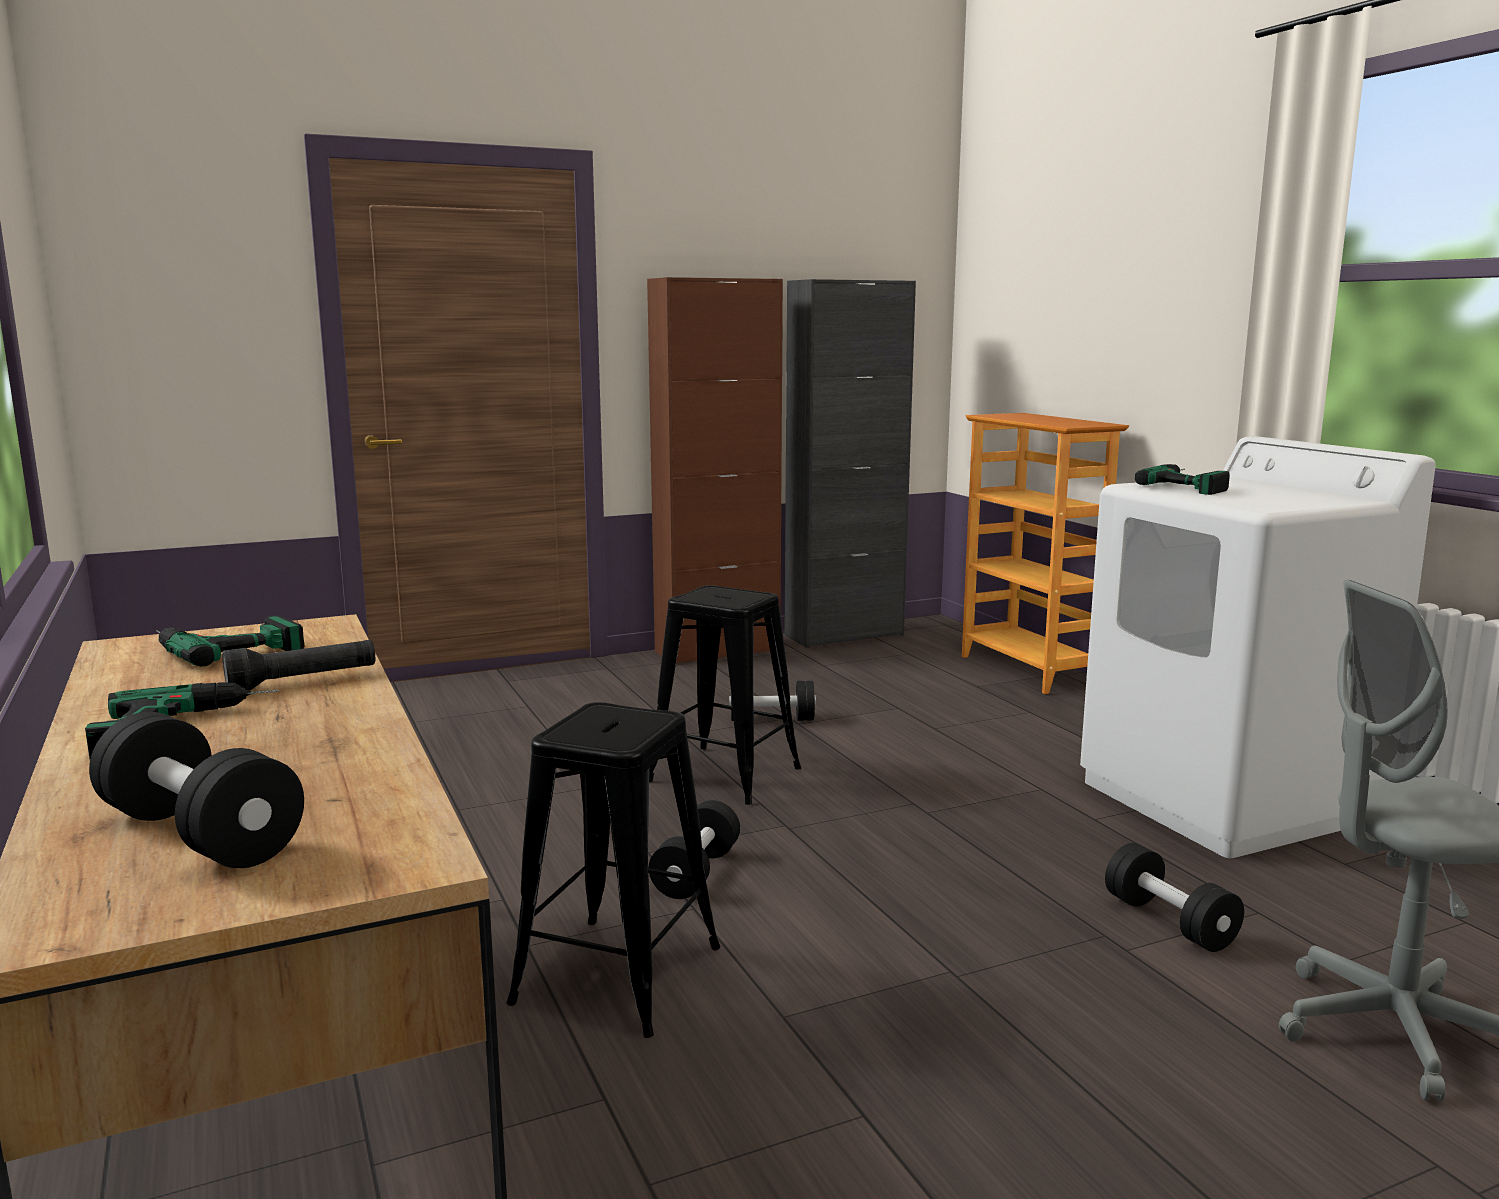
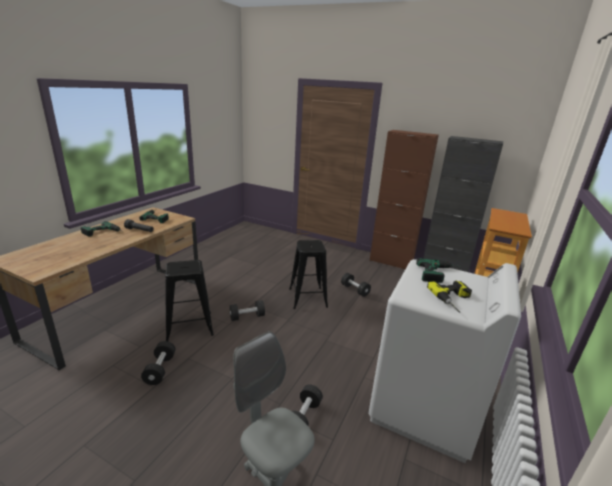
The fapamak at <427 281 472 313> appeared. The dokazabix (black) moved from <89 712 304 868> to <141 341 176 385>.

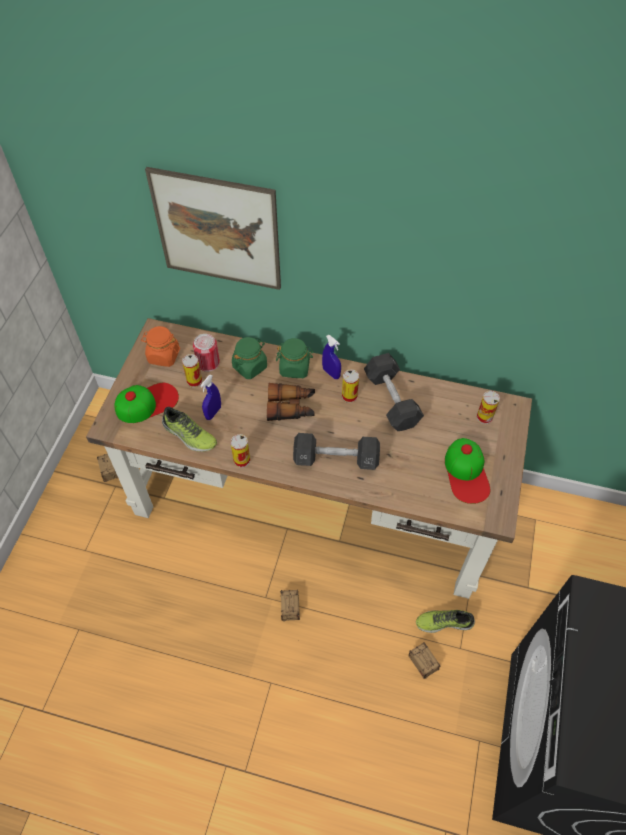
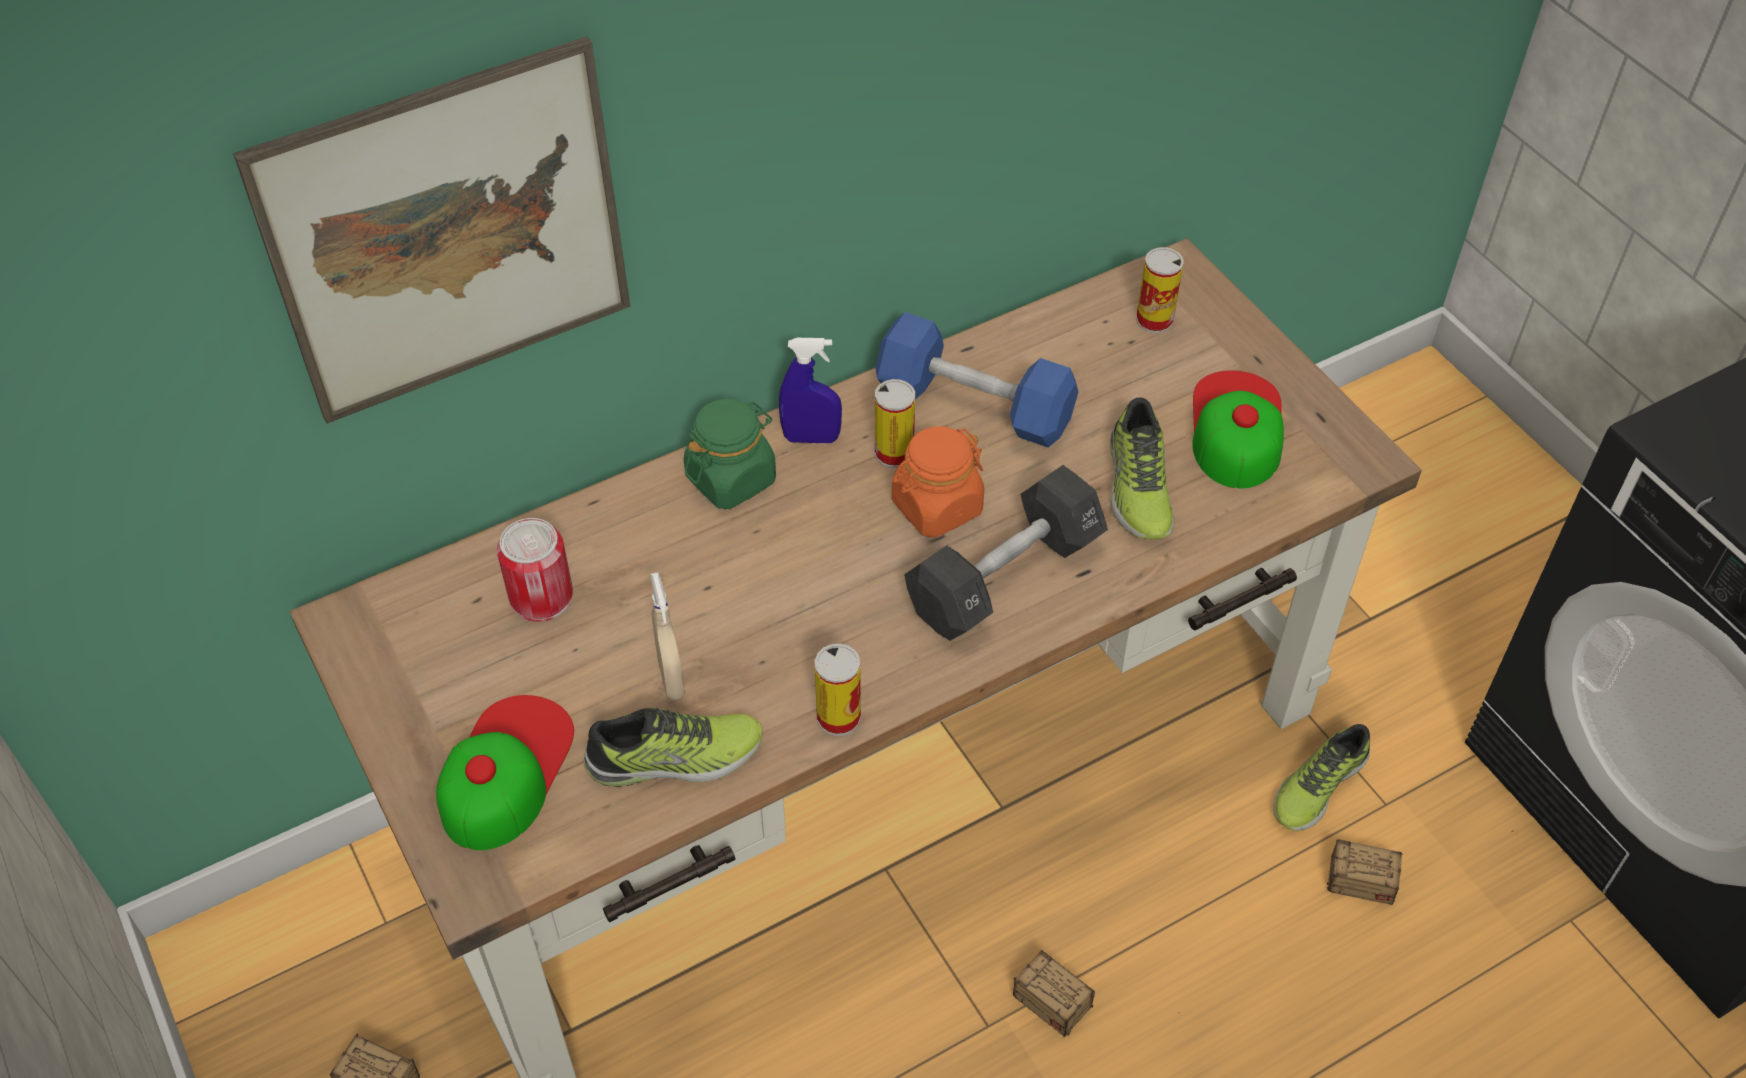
The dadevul at <182 354 202 388> disappeared. The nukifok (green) at <232 337 267 379> disappeared. The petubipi at <267 383 315 421> disappeared. The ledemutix at <1110 398 1174 539> appeared. The nukifok (orange) moved from <141 326 180 367> to <892 426 984 538>. The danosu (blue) at <200 374 221 420> became the danosu (beige) at <650 572 685 701>. The dokazabix (black) at <364 353 424 431> became the dokazabix (blue) at <875 312 1078 447>. The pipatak at <445 438 490 504> turned 120 degrees counterclockwise.

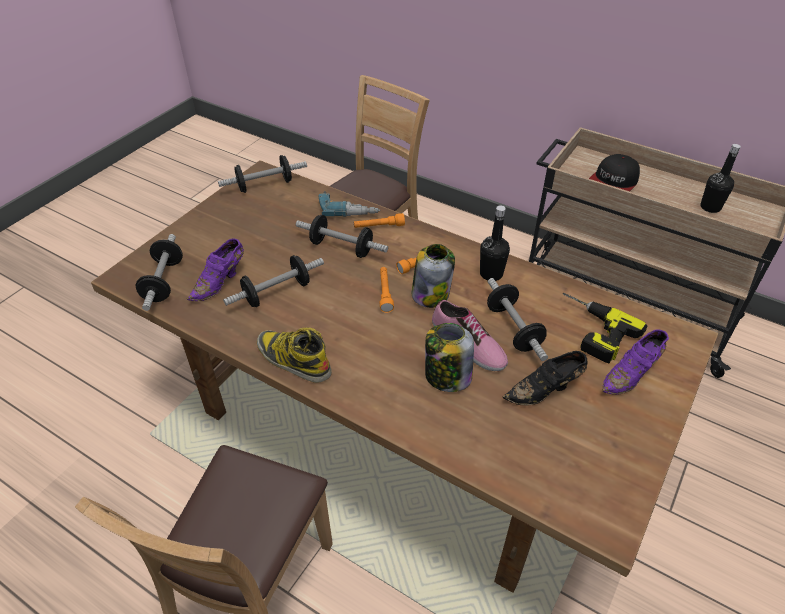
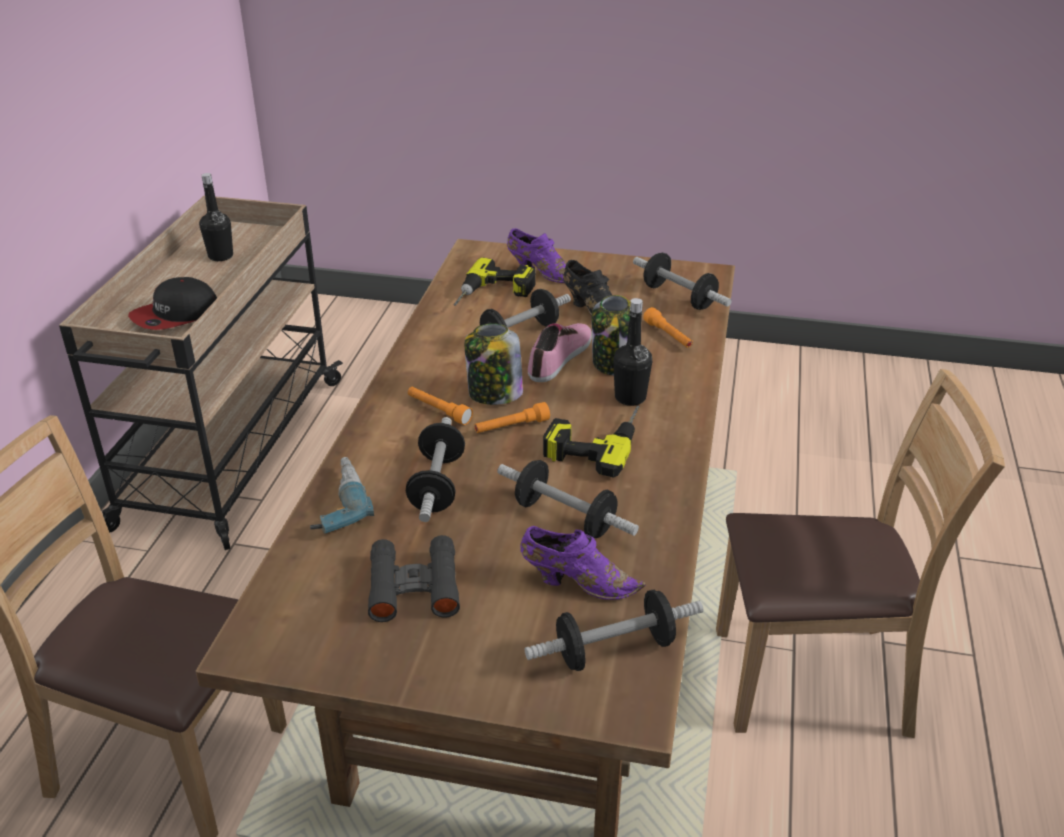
The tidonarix at <257 328 332 383> disappeared. The petubipi (black) at <368 535 460 622> appeared. The fapamak at <543 405 639 478> appeared. The dokazabix moved from <218 155 307 193> to <633 253 732 310>. The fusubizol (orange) moved from <354 213 405 228> to <643 307 693 348>. The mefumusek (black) moved from <480 205 510 281> to <613 298 652 406>. The pipatak at <589 154 640 191> turned 120 degrees clockwise.

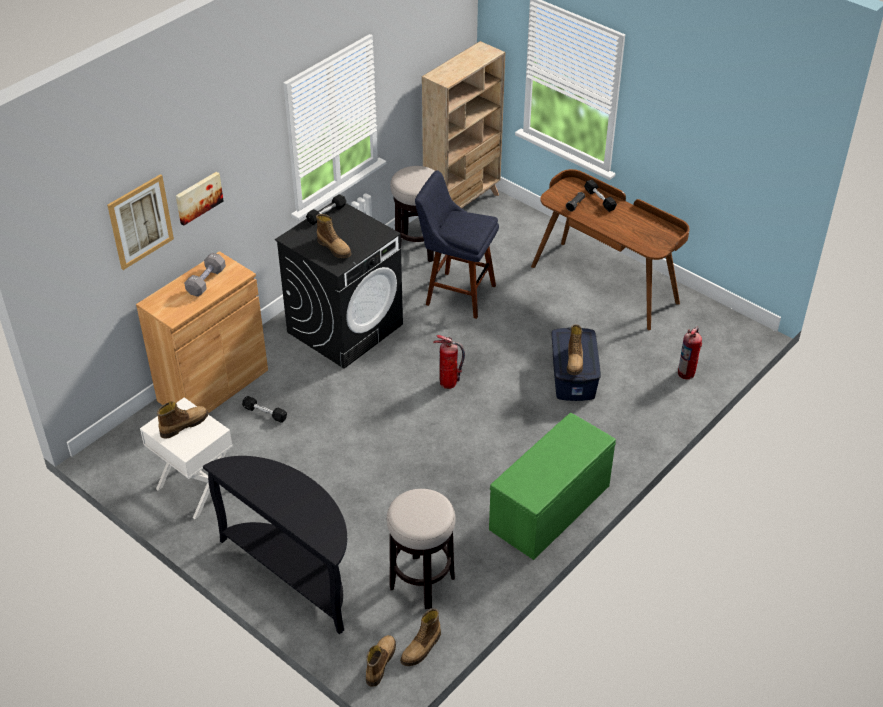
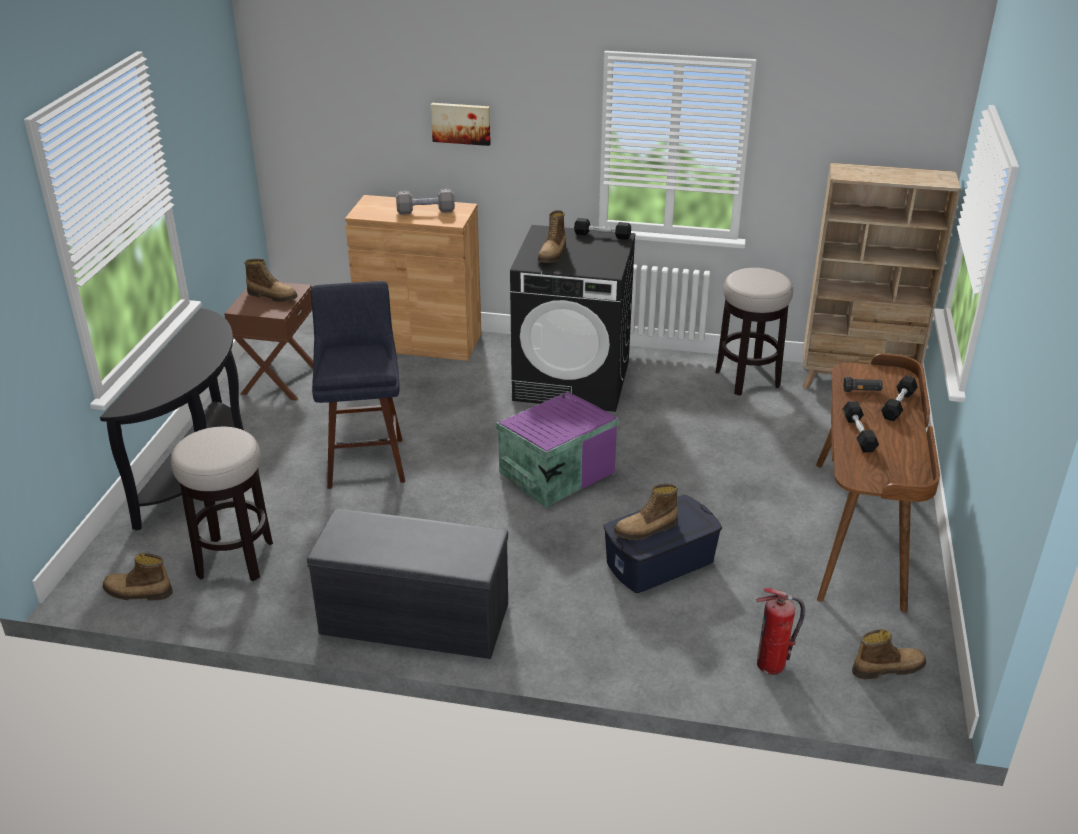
The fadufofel at <107 174 174 270> disappeared. The dokazabix (black) moved from <242 396 287 423> to <842 401 879 452>. The tidonarix moved from <366 635 396 687> to <852 629 926 679>. The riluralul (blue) moved from <415 170 499 319> to <311 281 405 489>. The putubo at <433 335 465 389> was replaced by the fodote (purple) at <496 392 619 508>. The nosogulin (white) at <140 397 232 519> became the nosogulin (brown) at <224 282 314 401>. The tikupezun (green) at <489 413 616 560> became the tikupezun (grey) at <307 508 508 659>.

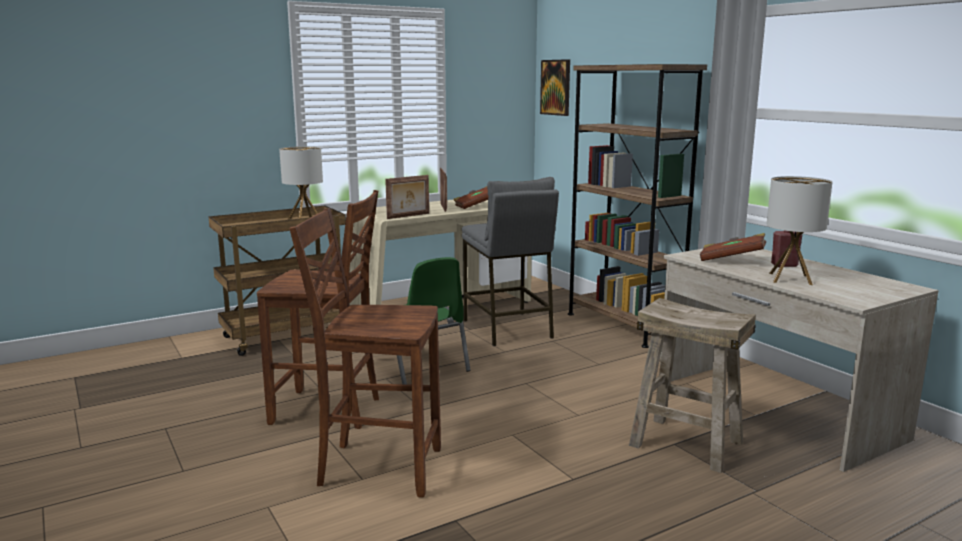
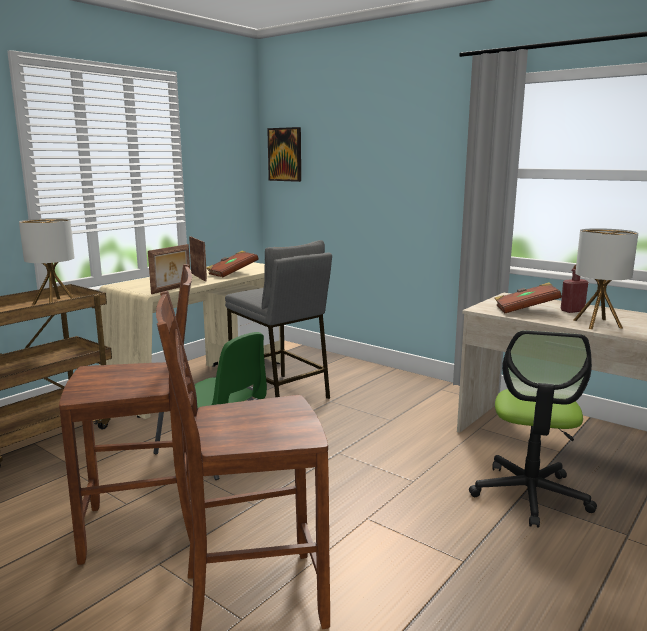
The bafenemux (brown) at <568 64 707 348> disappeared. The riluralul (beige) at <629 298 756 473> was replaced by the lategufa at <469 330 597 528>.

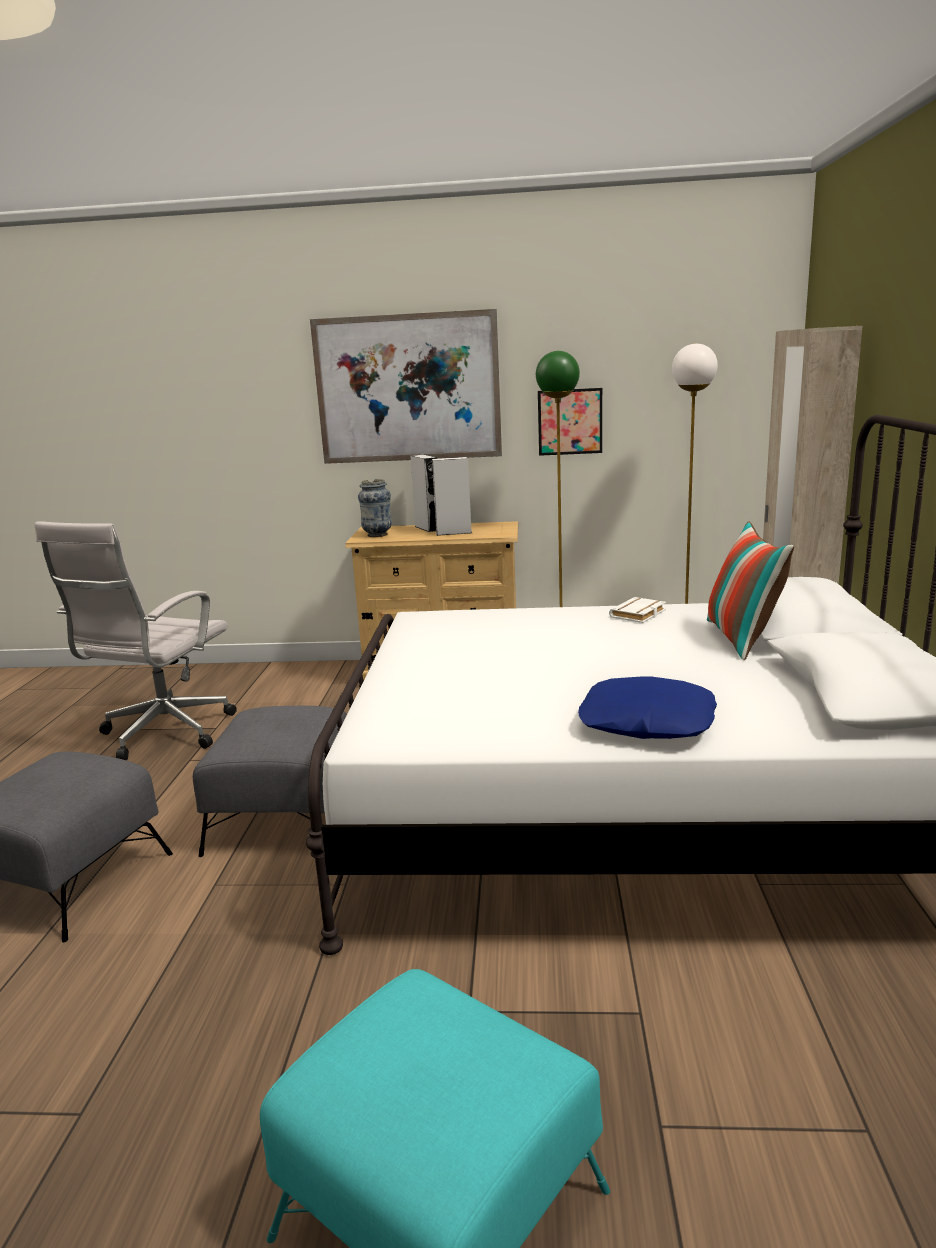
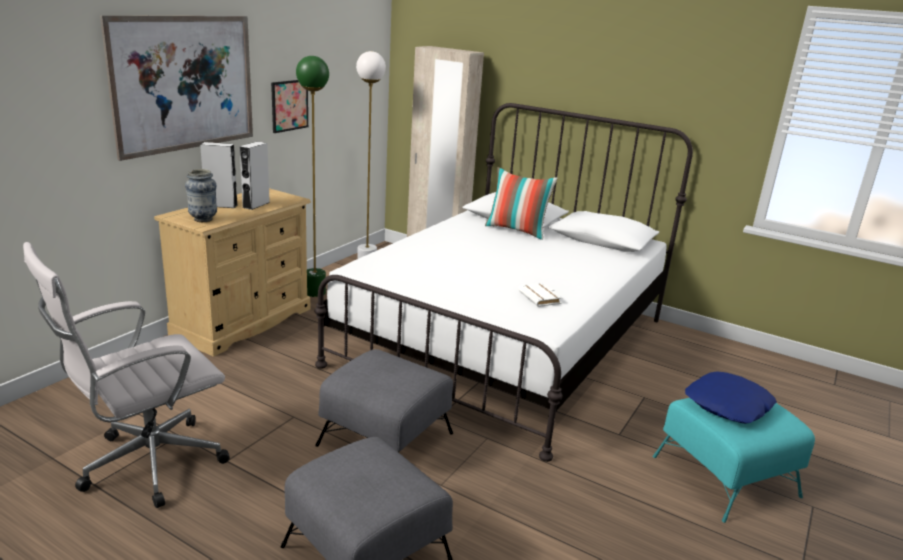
The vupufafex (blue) moved from <578 677 717 739> to <685 371 777 424>. The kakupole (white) moved from <609 597 666 623> to <519 283 562 307>. The lategufa (white) at <35 521 237 761> turned 90 degrees clockwise.

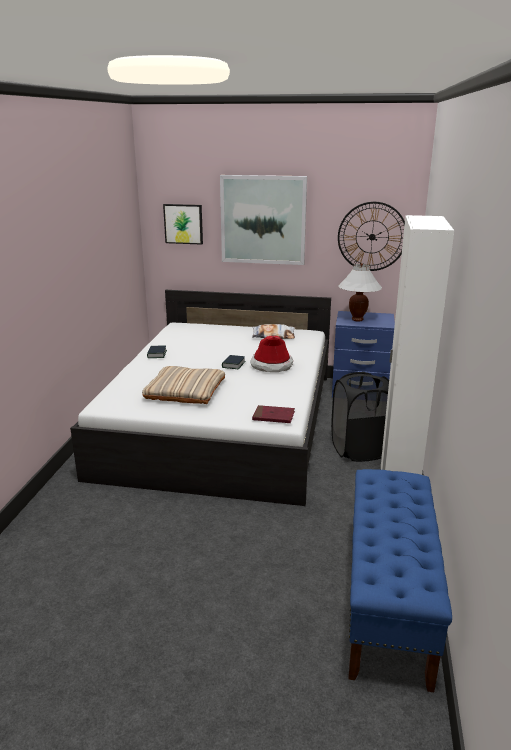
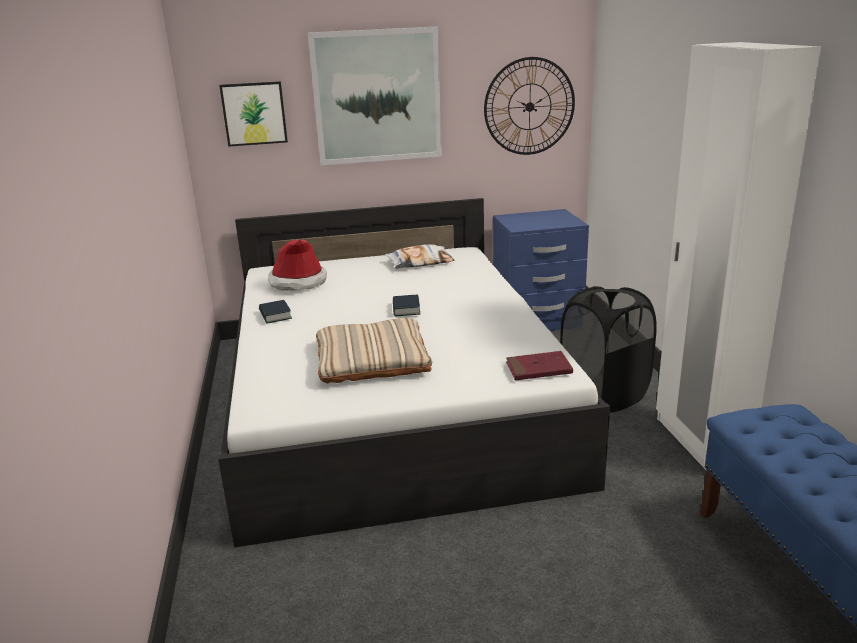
The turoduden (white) at <338 263 382 322> disappeared. The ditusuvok moved from <251 336 293 372> to <268 239 327 291>.

